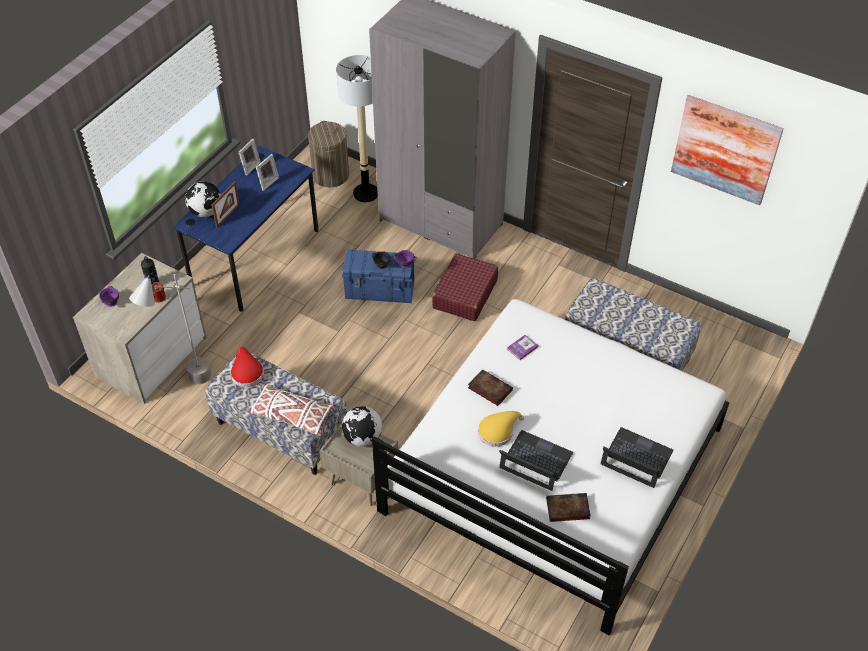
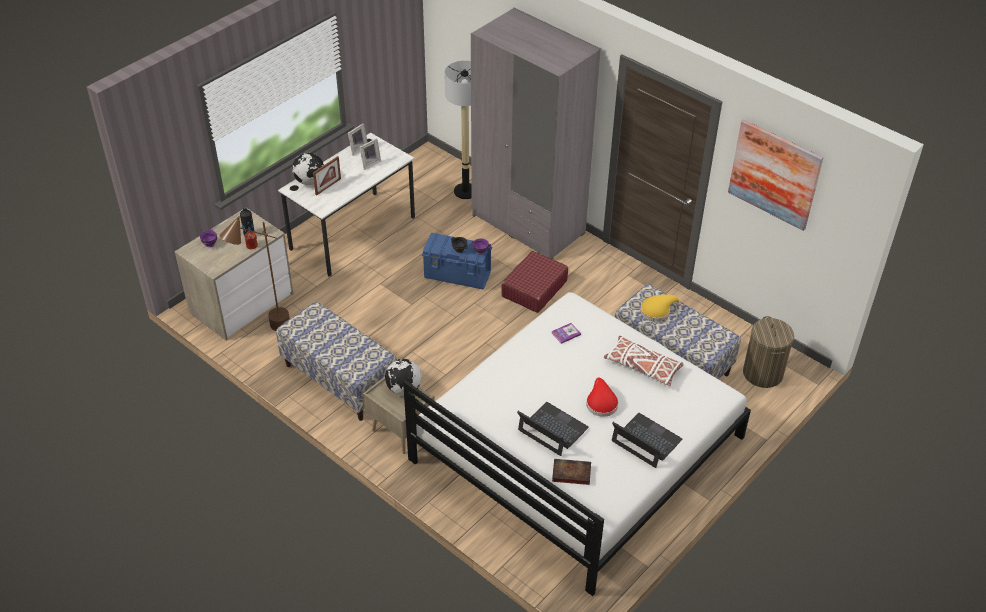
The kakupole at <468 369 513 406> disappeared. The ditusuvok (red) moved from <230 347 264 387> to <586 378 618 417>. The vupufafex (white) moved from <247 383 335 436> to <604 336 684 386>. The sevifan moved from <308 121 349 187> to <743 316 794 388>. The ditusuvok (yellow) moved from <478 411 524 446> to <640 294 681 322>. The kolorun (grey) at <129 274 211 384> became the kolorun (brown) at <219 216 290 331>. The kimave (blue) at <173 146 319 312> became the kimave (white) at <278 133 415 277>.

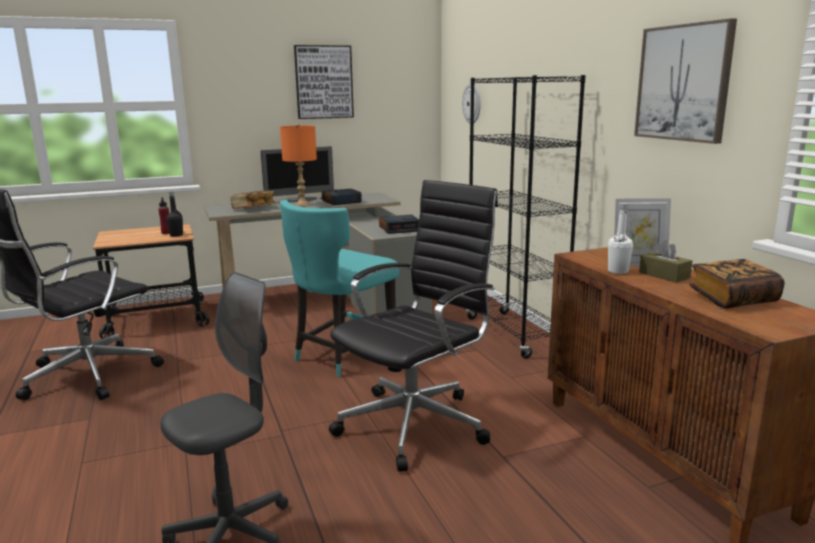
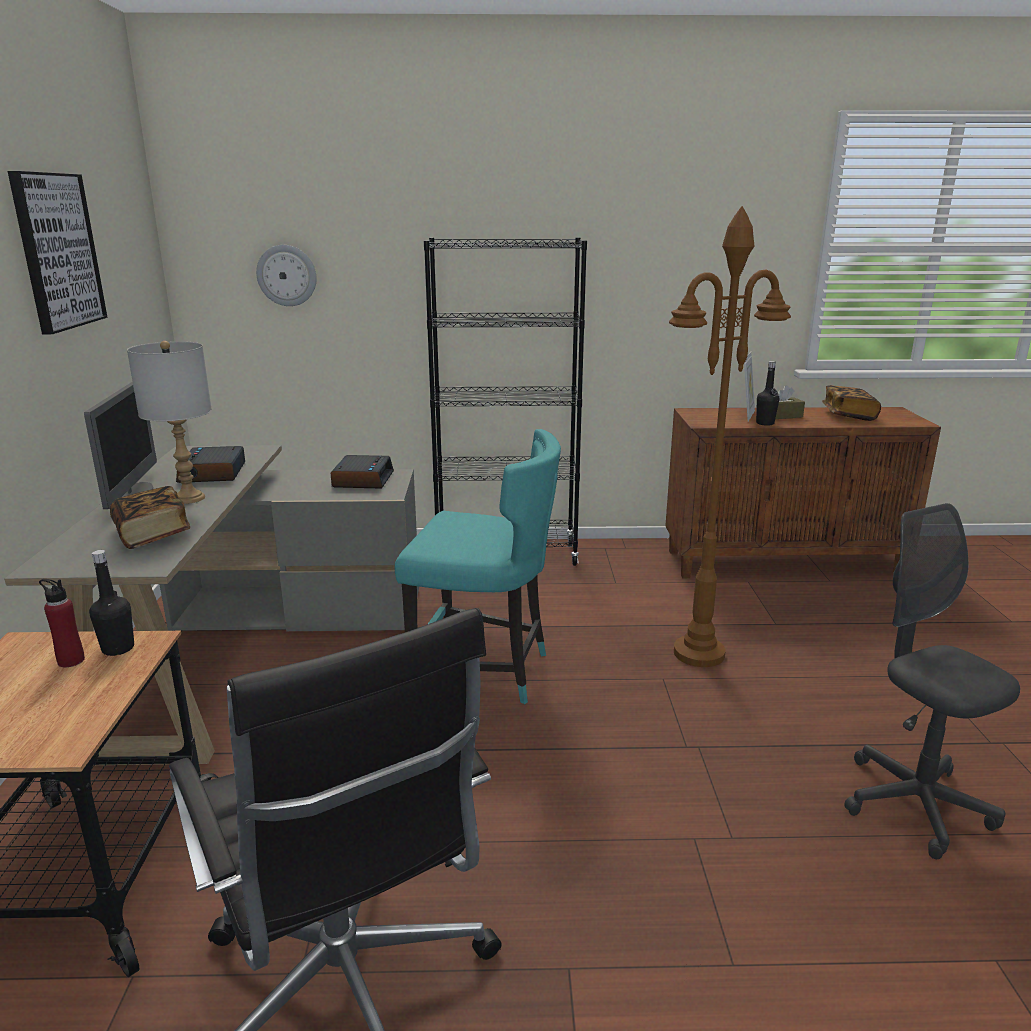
The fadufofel at <634 18 737 144> disappeared. The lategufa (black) at <329 180 498 472> was replaced by the kolorun (brown) at <669 206 791 667>. The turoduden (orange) at <280 123 317 207> became the turoduden (grey) at <127 341 212 504>. The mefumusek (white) at <608 203 633 274> became the mefumusek (black) at <756 361 779 426>. The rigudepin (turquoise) at <280 200 399 377> turned 45 degrees counterclockwise.

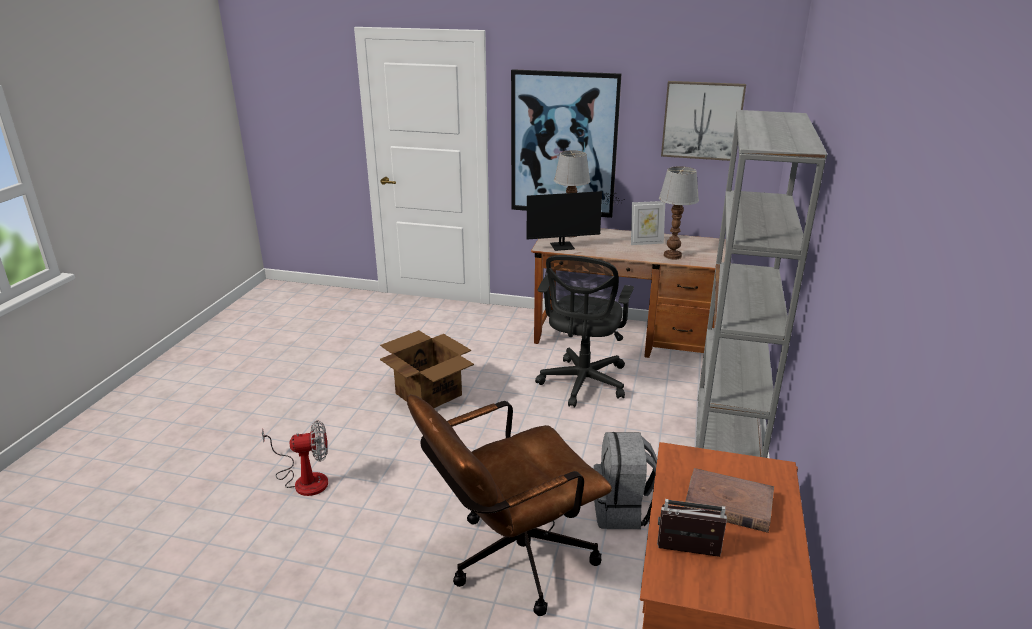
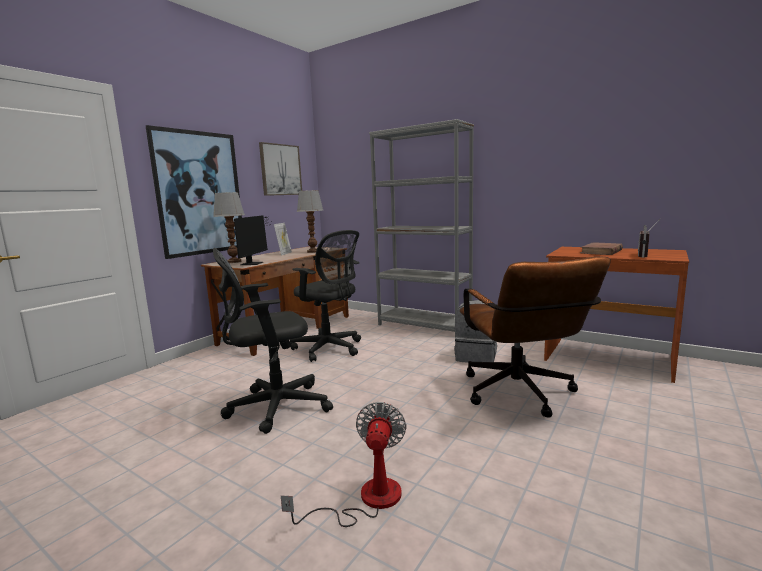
The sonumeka at <380 330 474 408> was replaced by the lategufa (black) at <213 248 333 434>.

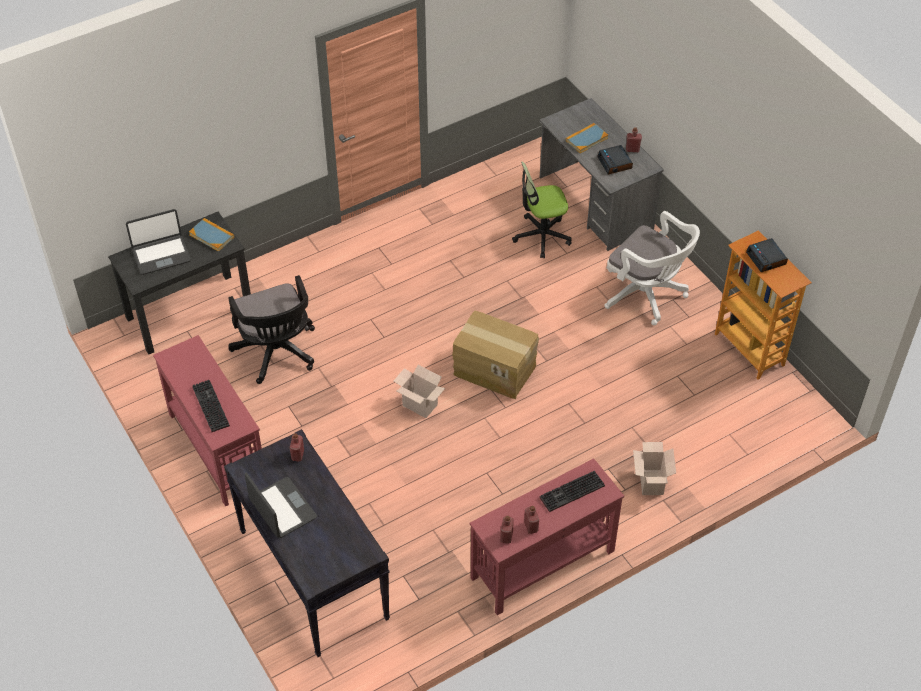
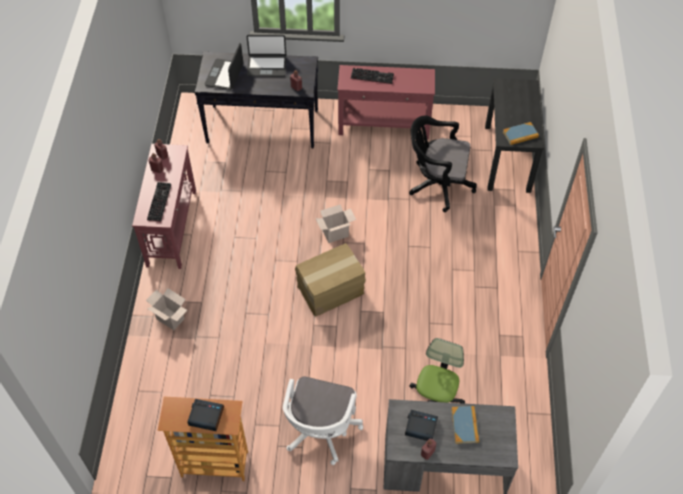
The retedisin moved from <126 209 191 275> to <205 43 244 90>. The lategufa (white) at <605 211 700 325> turned 60 degrees counterclockwise.

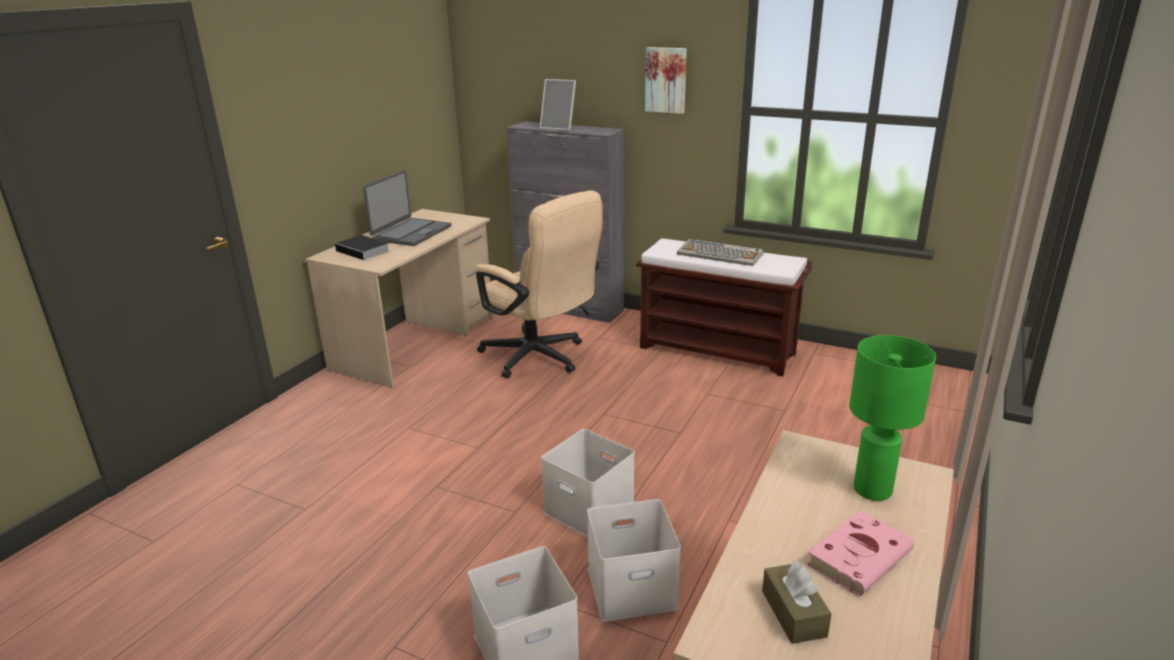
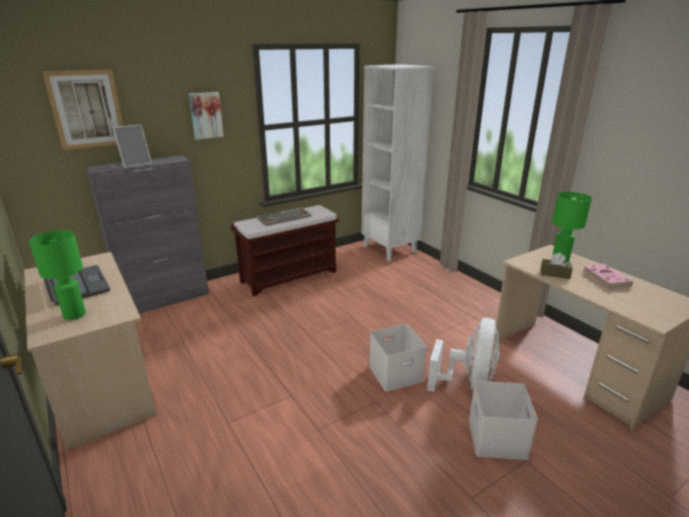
The lategufa (beige) at <476 191 603 378> disappeared. The fadufofel at <42 70 123 150> appeared. The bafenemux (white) at <361 64 433 261> appeared. The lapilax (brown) moved from <762 561 831 644> to <541 253 572 279>. The kakupole at <335 235 390 261> was replaced by the turoduden (green) at <29 230 86 320>. The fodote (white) at <587 499 681 622> was replaced by the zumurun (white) at <427 318 500 392>.

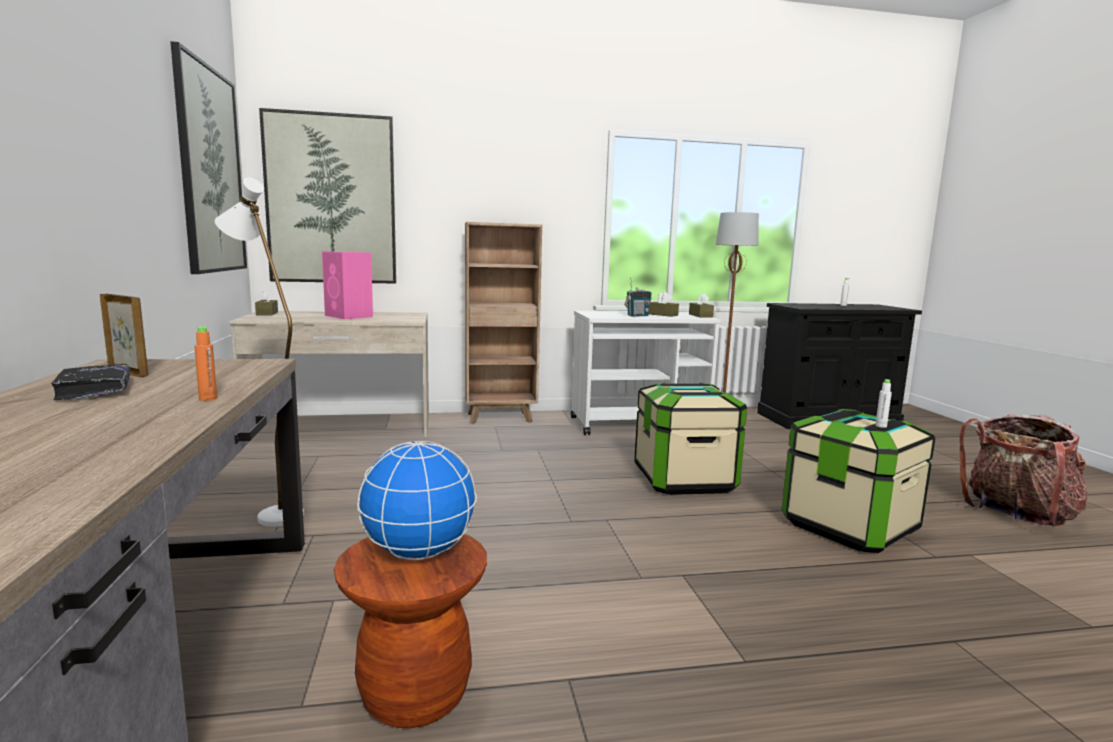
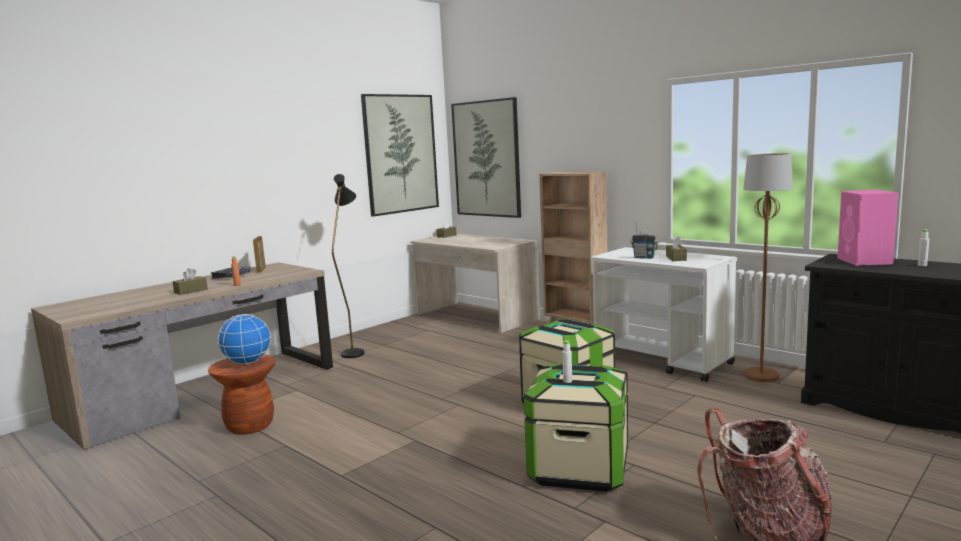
The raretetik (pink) moved from <322 251 373 319> to <838 190 898 266>. The lapilax (brown) moved from <689 292 714 317> to <172 268 208 295>. The kolorun (white) at <215 177 304 527> became the kolorun (black) at <332 174 364 358>.

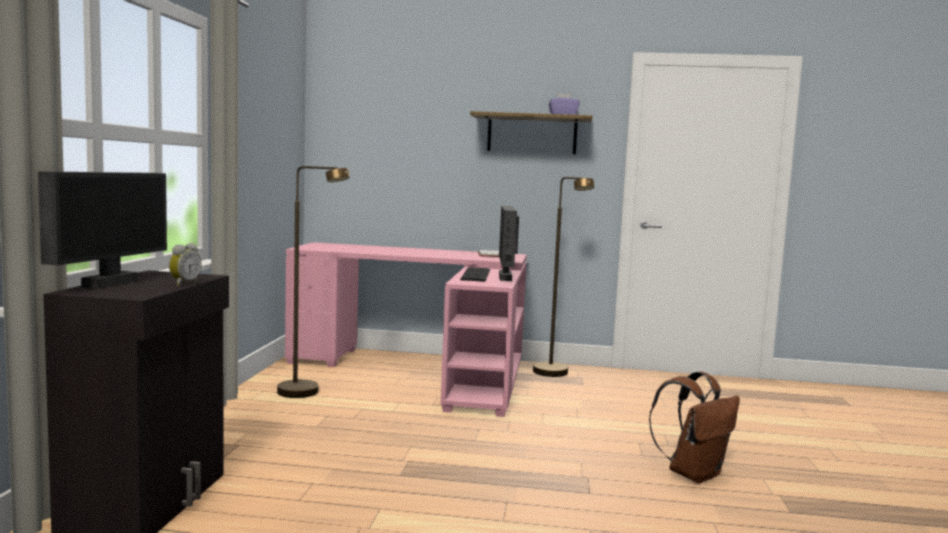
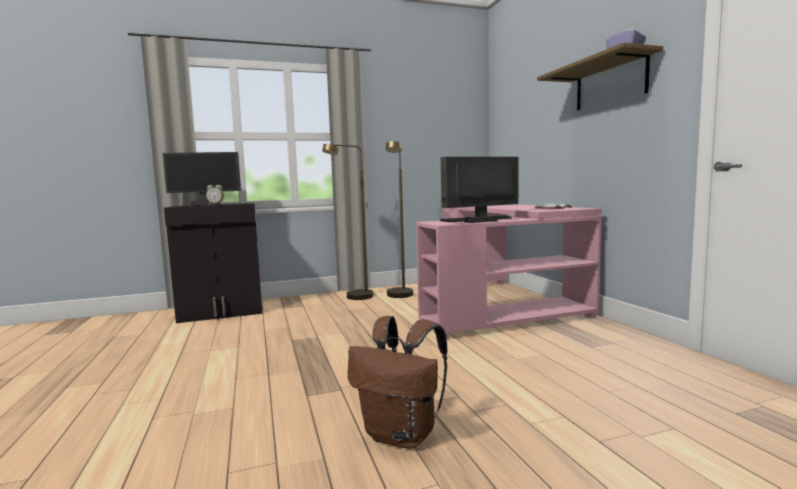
The kolorun (brown) moved from <533 177 594 377> to <322 144 373 300>.

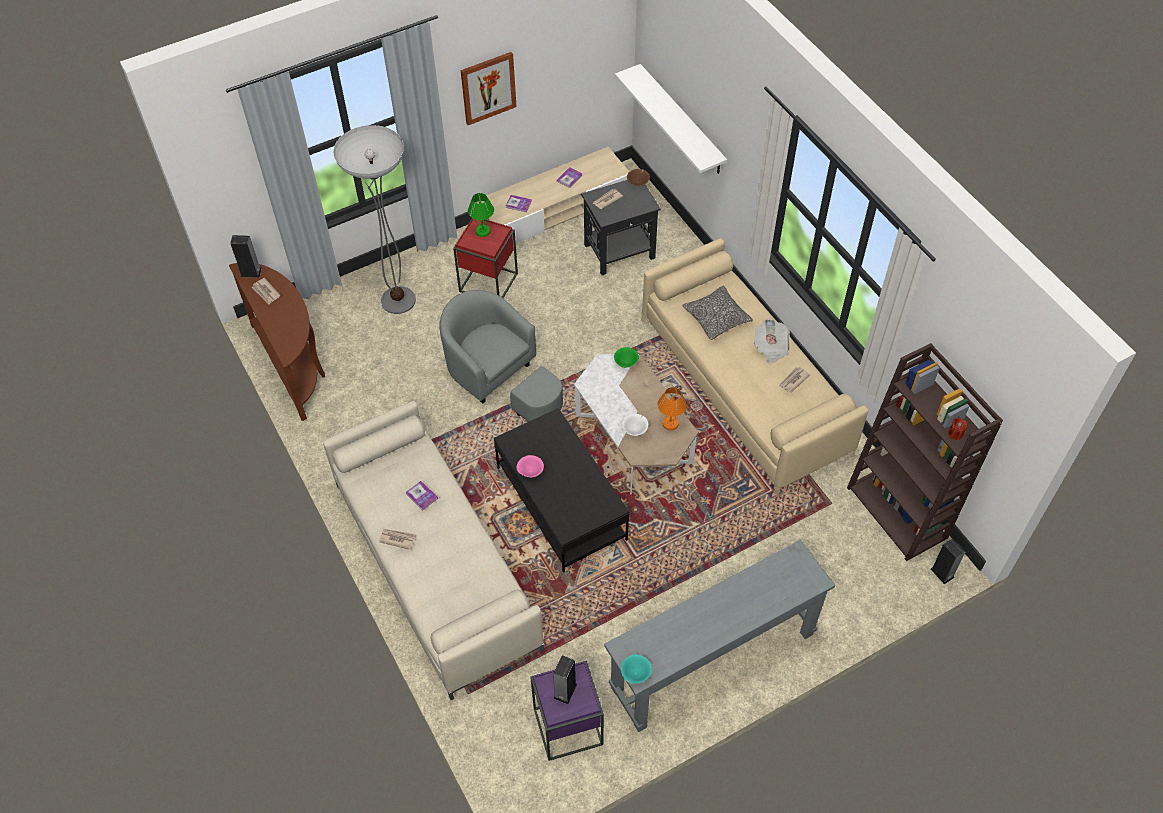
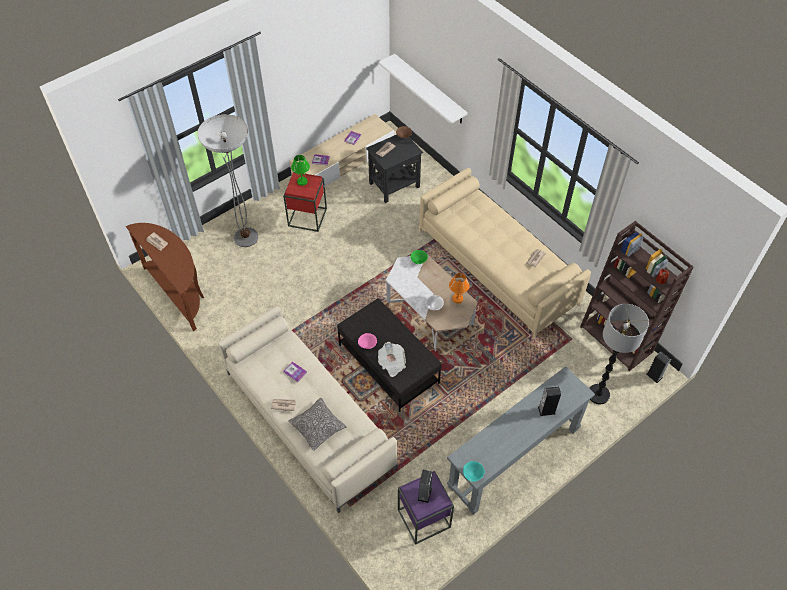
The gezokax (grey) at <440 290 563 422> disappeared. The fadufofel at <461 52 517 125> disappeared. The kolorun at <589 304 649 404> appeared. The raretetik moved from <230 235 262 278> to <538 386 561 416>. The vupufafex moved from <682 286 753 340> to <288 398 347 451>. The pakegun moved from <754 318 790 364> to <378 342 406 377>.

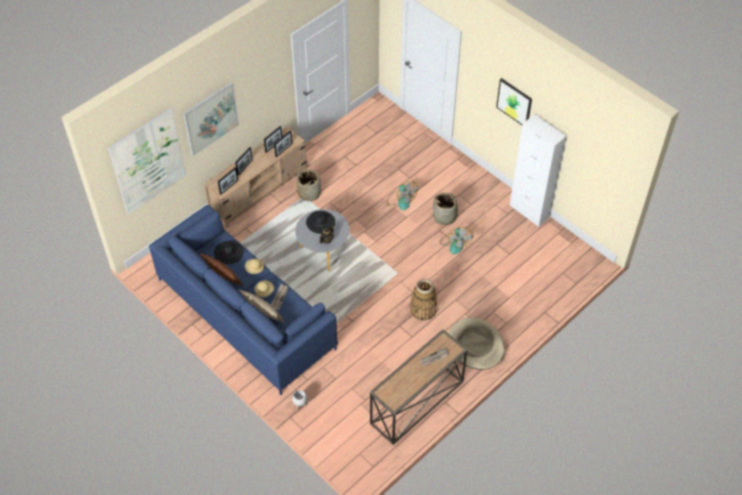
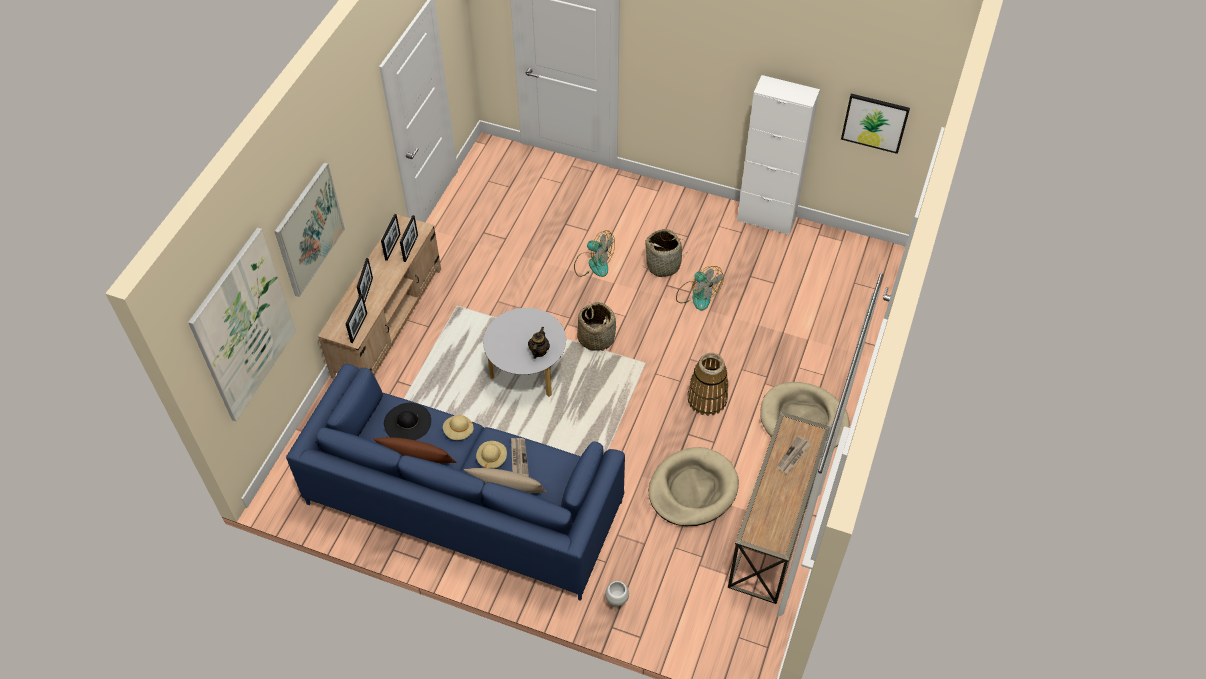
The ditusuvok (black) at <306 211 335 234> disappeared. The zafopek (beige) at <649 447 739 526> appeared. The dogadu moved from <297 169 321 202> to <577 302 616 351>. The fadufofel moved from <496 78 532 125> to <841 94 910 154>.

